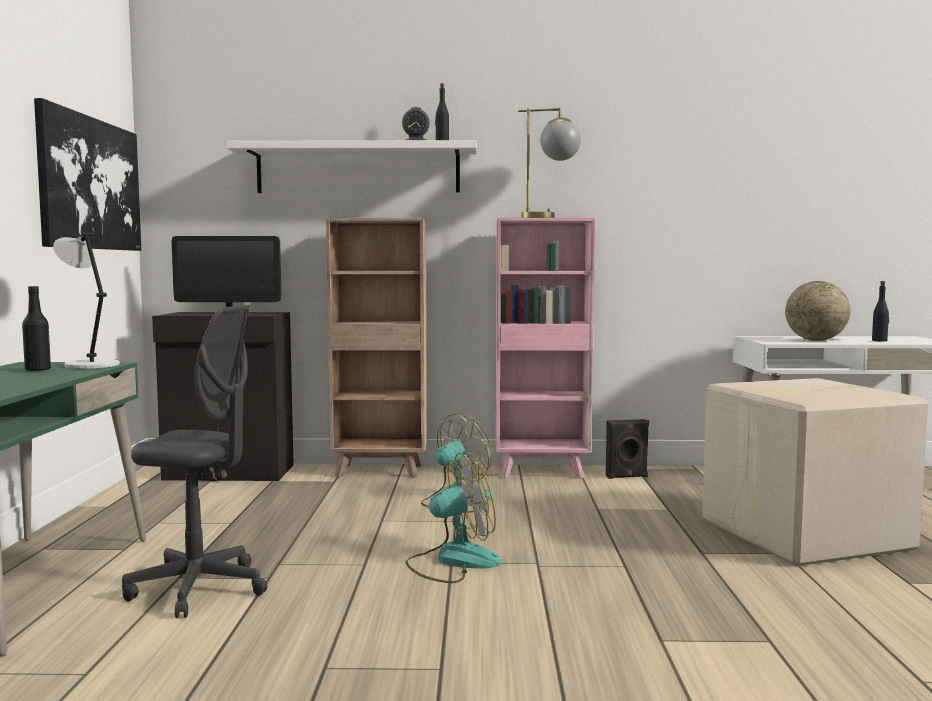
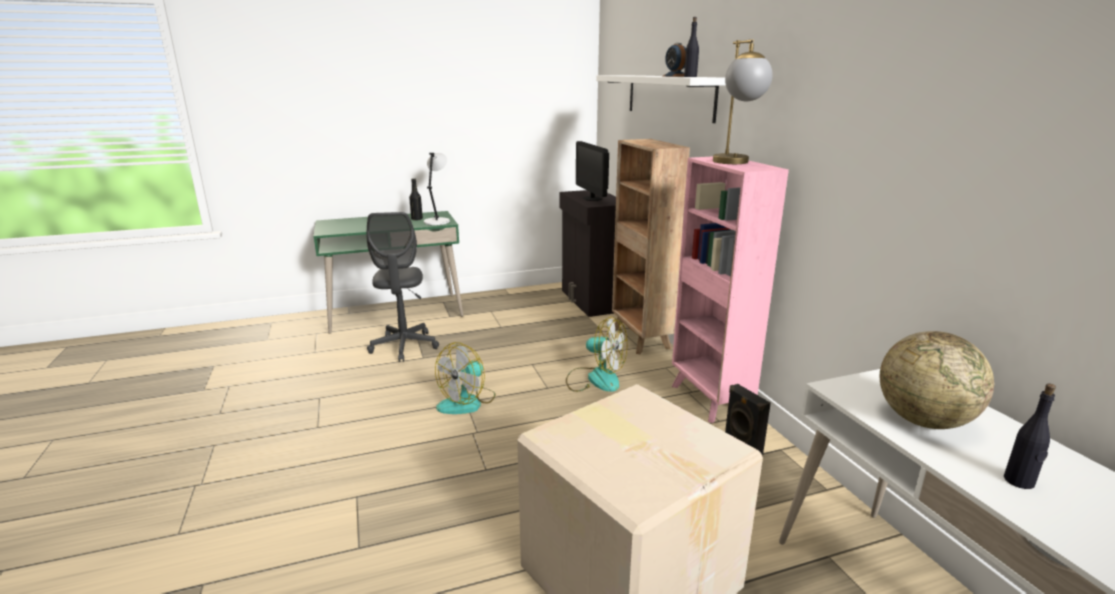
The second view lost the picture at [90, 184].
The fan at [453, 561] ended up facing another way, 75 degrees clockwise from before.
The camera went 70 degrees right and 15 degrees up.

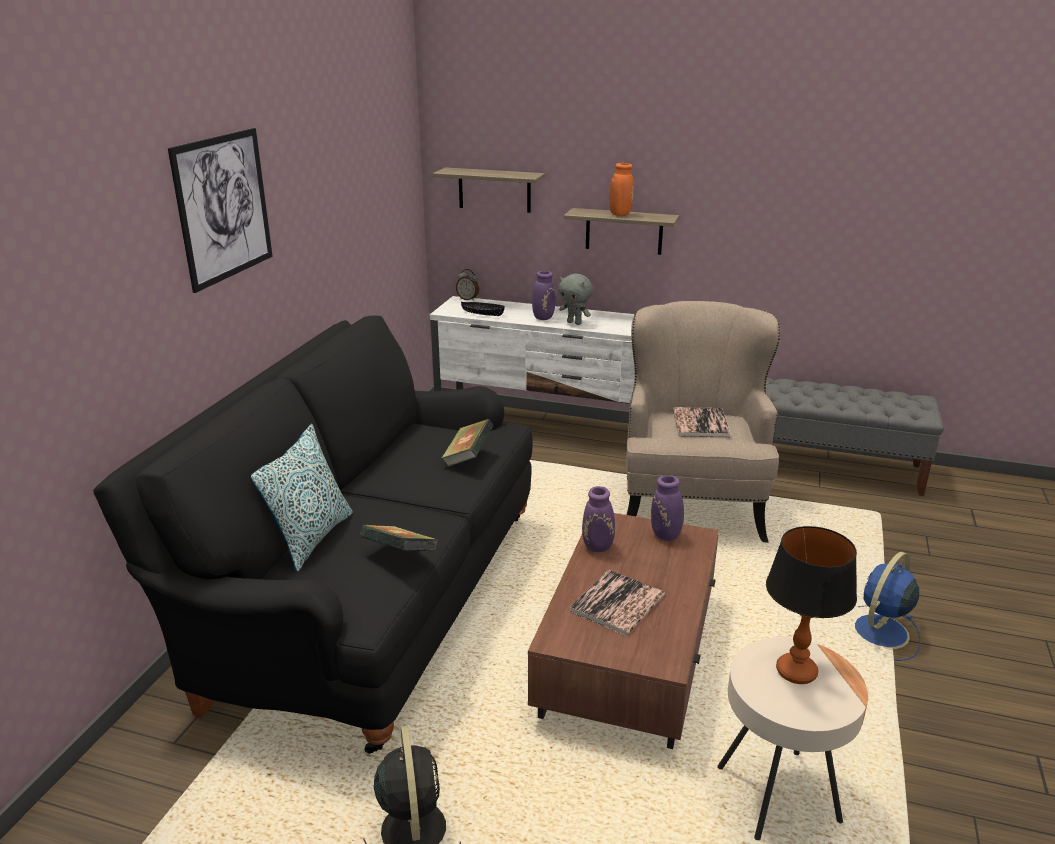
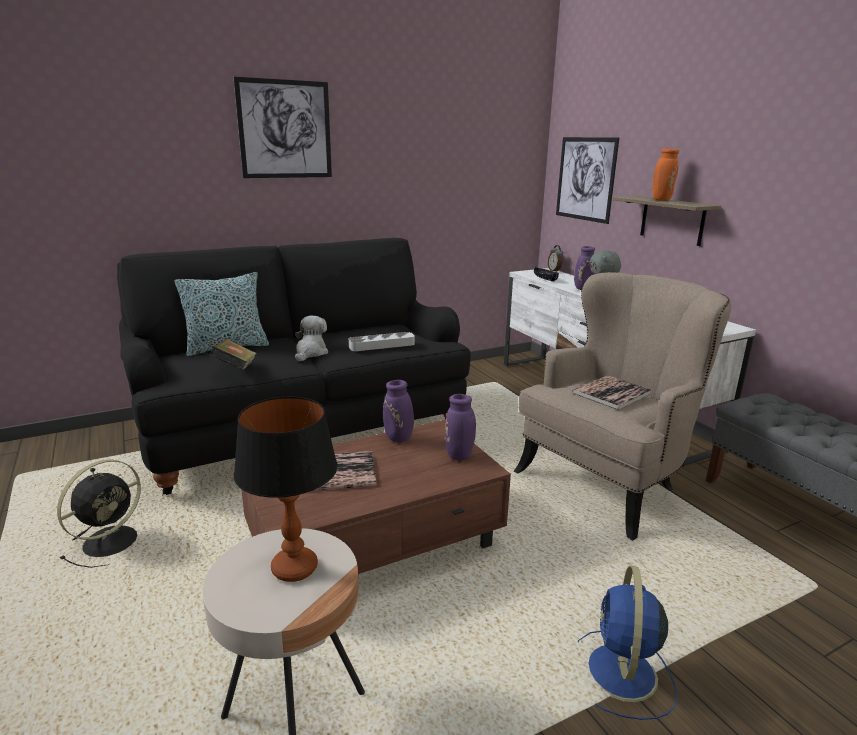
The second view gained the plush toy at [310, 353].
Where the shelf hung at [494, 190], the picture came to hang at [585, 179].
Where the book stood at [468, 458], the grey tray came to stand at [382, 345].
The blue fan at [879, 633] ended up facing another way, 75 degrees counterclockwise from before.
The camera went 45 degrees right and 5 degrees down.

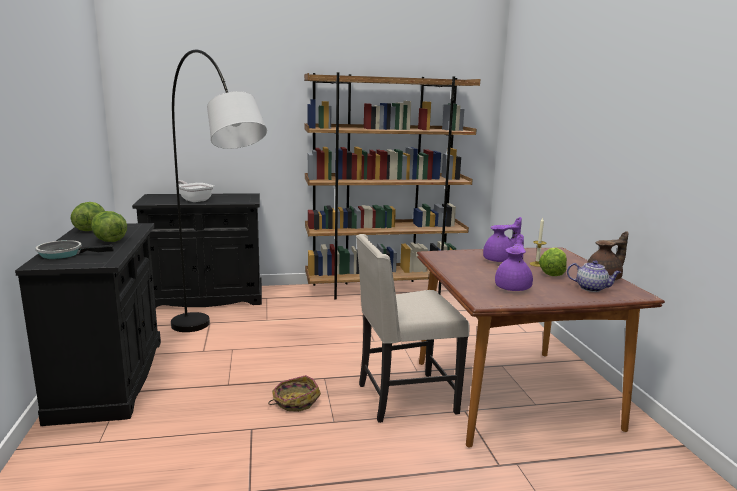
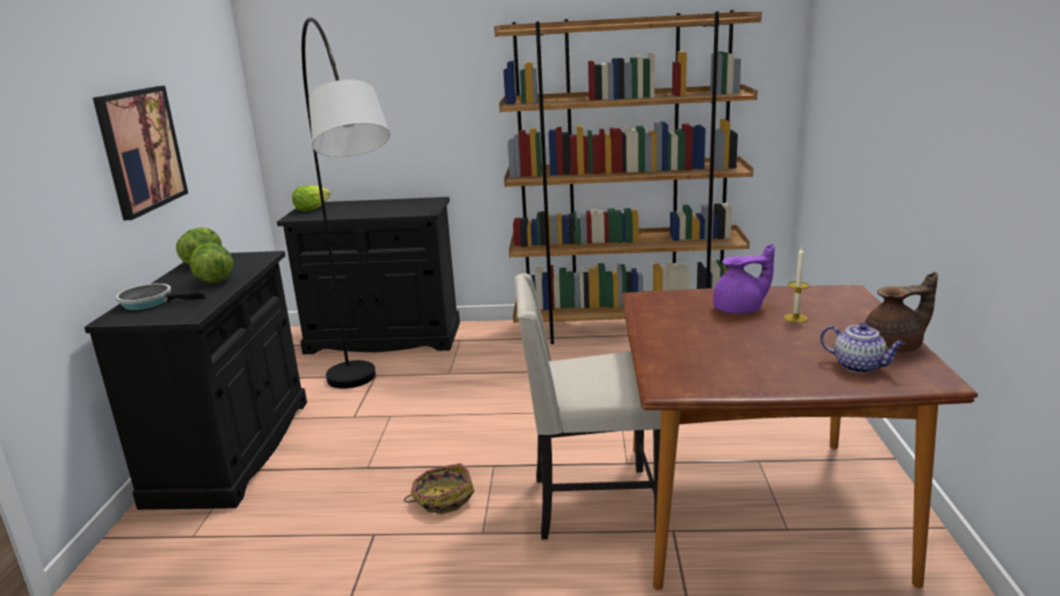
The second view lost the frying pan at [194, 200].
The second view lost the purple teapot at [513, 287].
The second view gained the picture at [141, 150].
The lettuce ended up elsewhere, having gone from [552, 273] to [311, 209].
The camera went 15 degrees right and 5 degrees up.

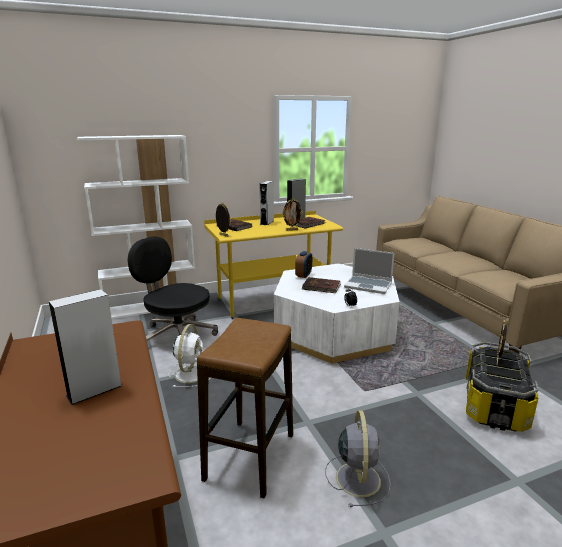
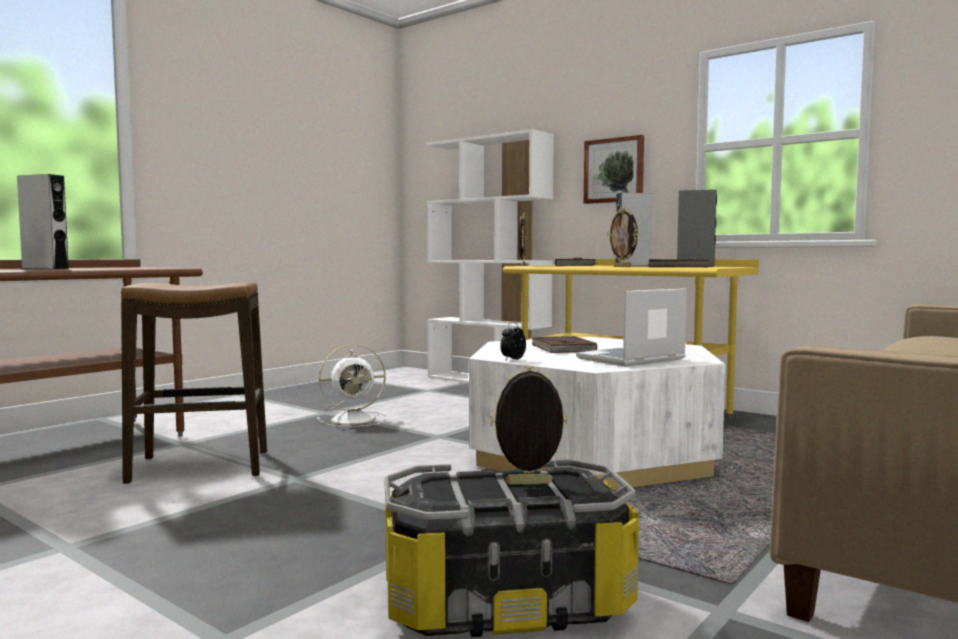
The second view lost the black office chair at [176, 335].
The second view lost the alarm clock at [303, 275].
The second view lost the grey fan at [357, 477].
The second view gained the picture at [614, 170].
The laptop at [368, 285] ended up facing another way, 60 degrees clockwise from before.
The camera went 60 degrees right and 15 degrees down.

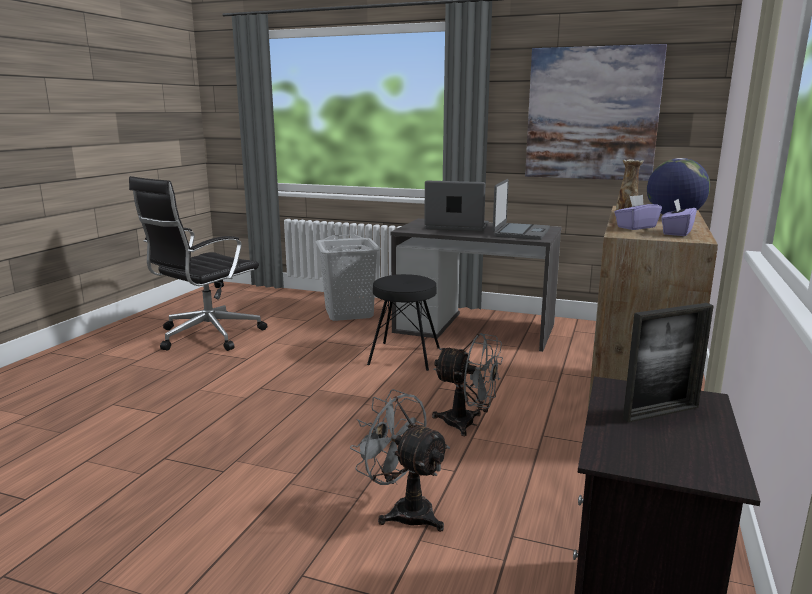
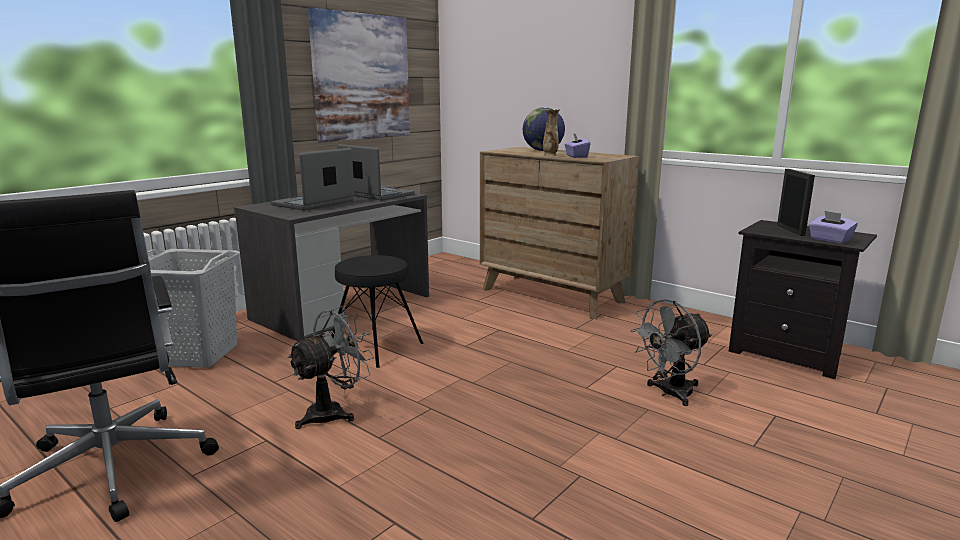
The grey fan ended up elsewhere, having gone from [467, 424] to [333, 412].
The purple tissue box ended up elsewhere, having gone from [676, 233] to [829, 240].
The camera went 70 degrees left and 0 degrees up.

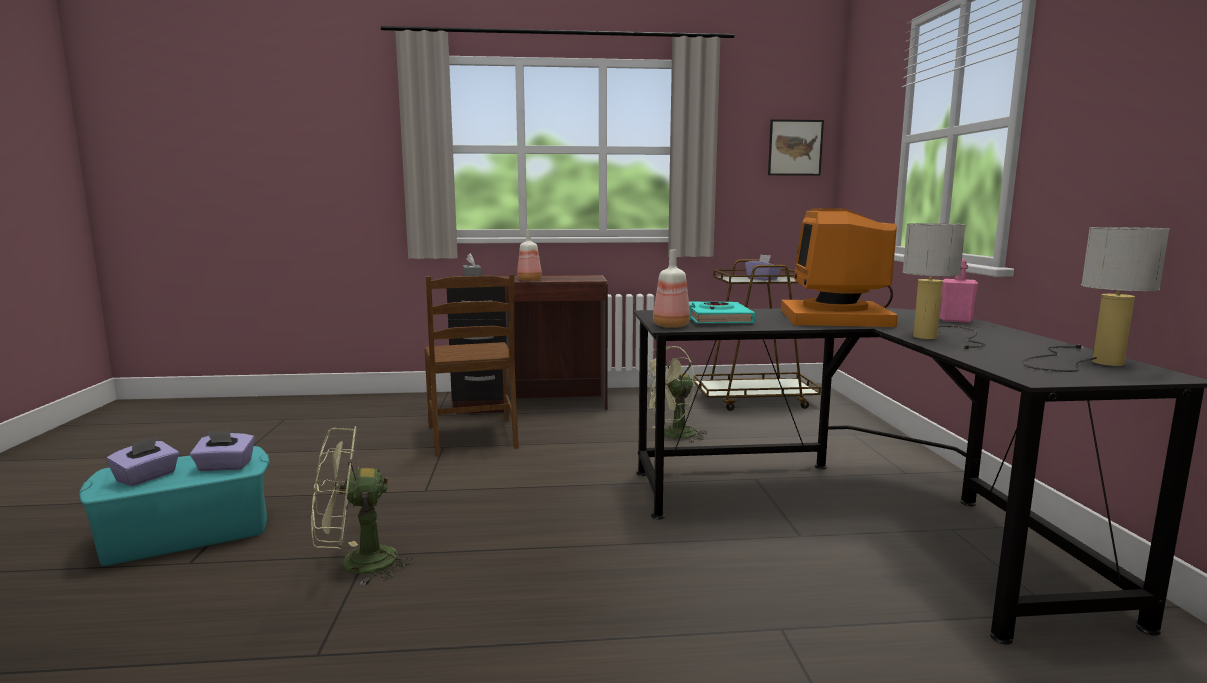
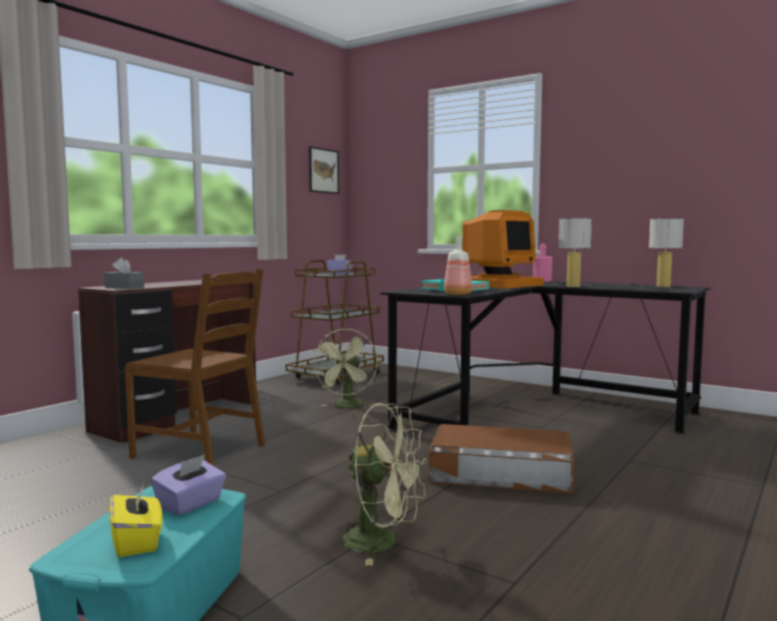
The second view lost the bottle at [530, 280].
The second view gained the brown storage box at [501, 473].
What was the purple tissue box at [147, 477] turned into the yellow tissue box at [137, 542].
The green fan at [356, 564] ended up facing another way, 90 degrees counterclockwise from before.
The monitor at [837, 318] ended up facing another way, 90 degrees counterclockwise from before.
The camera went 50 degrees left and 5 degrees down.

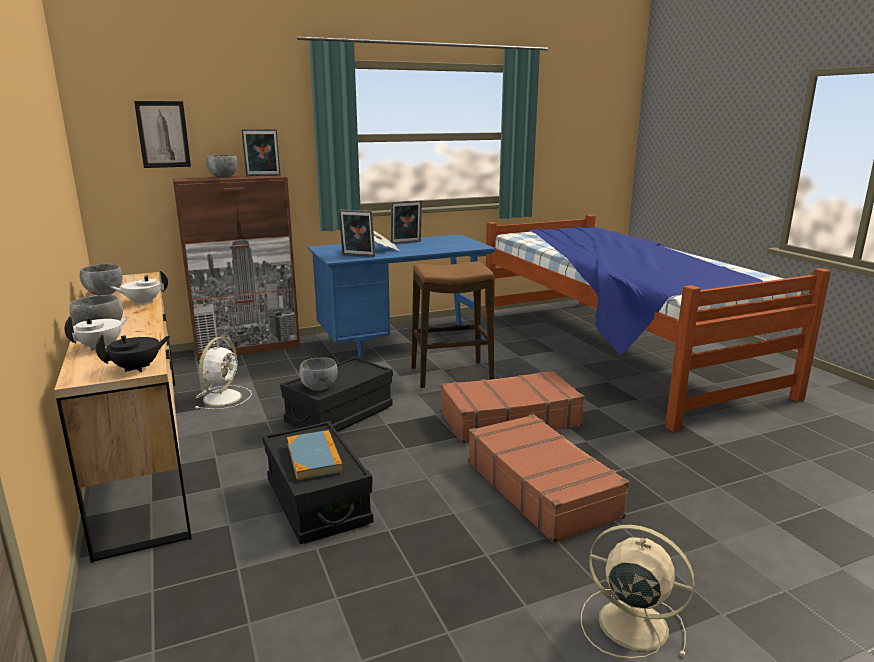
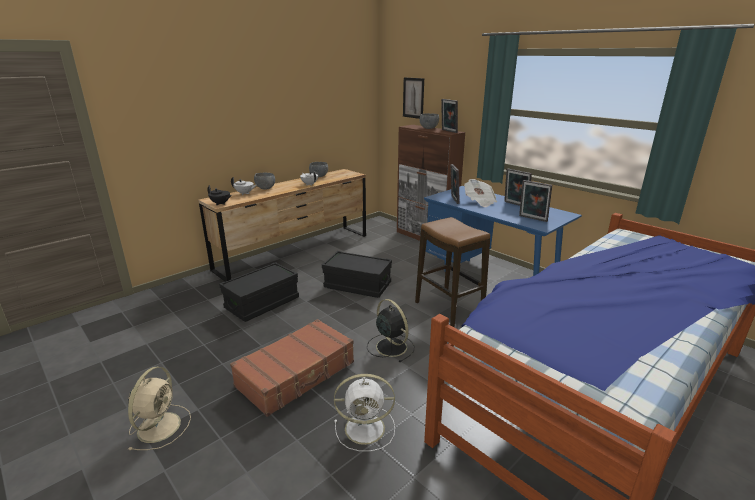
The second view lost the book at [314, 457].
The second view lost the grey bowl at [319, 387].
The second view gained the picture frame at [532, 219].
The white fan ended up elsewhere, having gone from [223, 397] to [366, 428].
Where the brown suitcase stood at [509, 419], the black fan came to stand at [390, 346].
The camera went 70 degrees right and 5 degrees up.

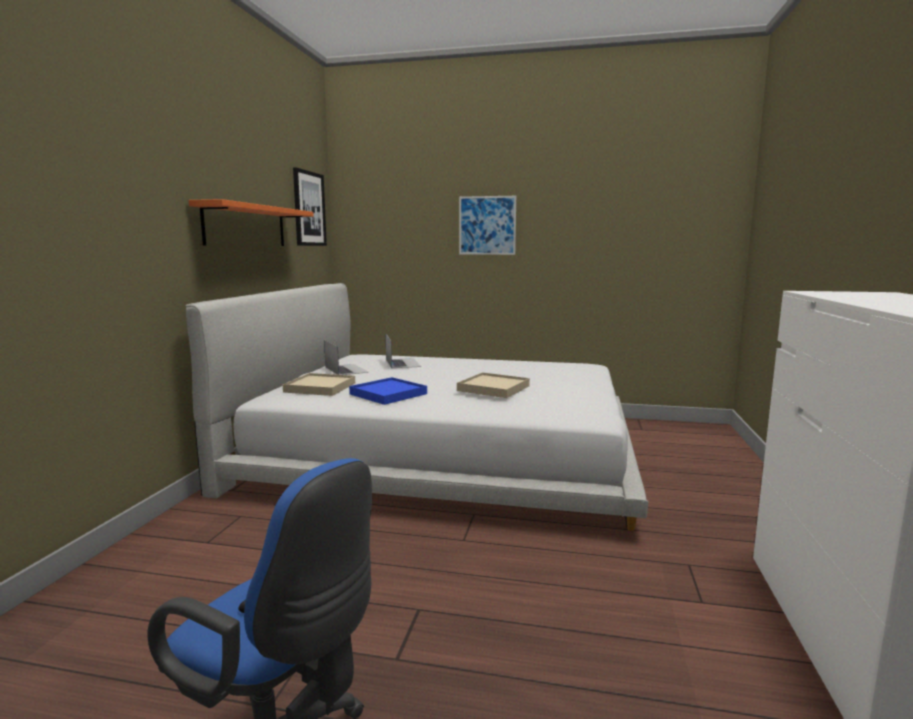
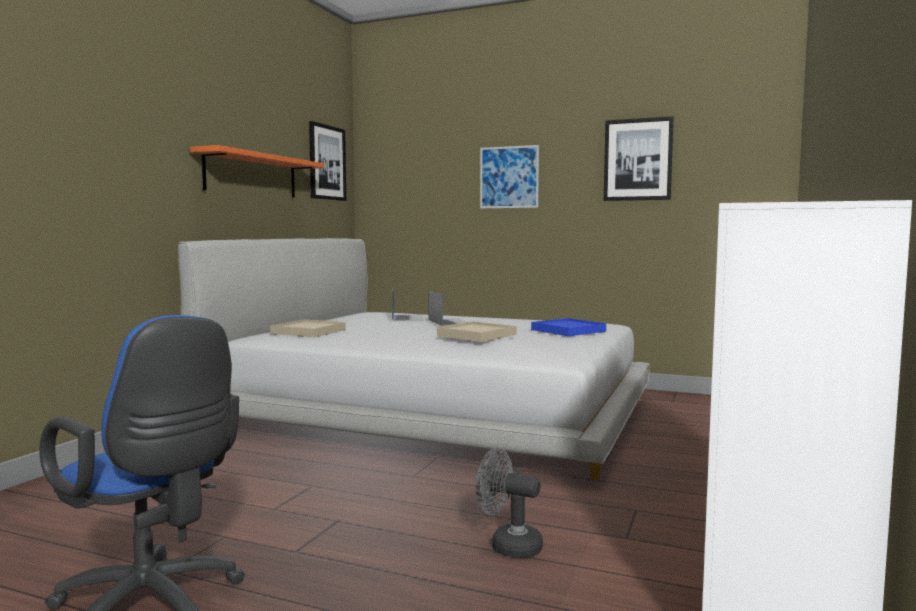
The second view gained the grey fan at [508, 545].
The second view gained the picture at [638, 159].
The laptop ended up elsewhere, having gone from [346, 369] to [450, 322].
The blue tray ended up elsewhere, having gone from [388, 394] to [568, 330].
The camera went 10 degrees right and 5 degrees down.

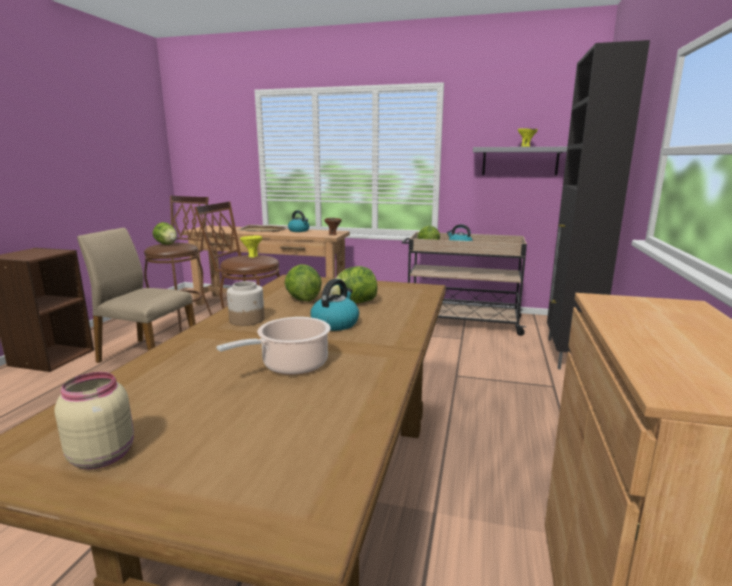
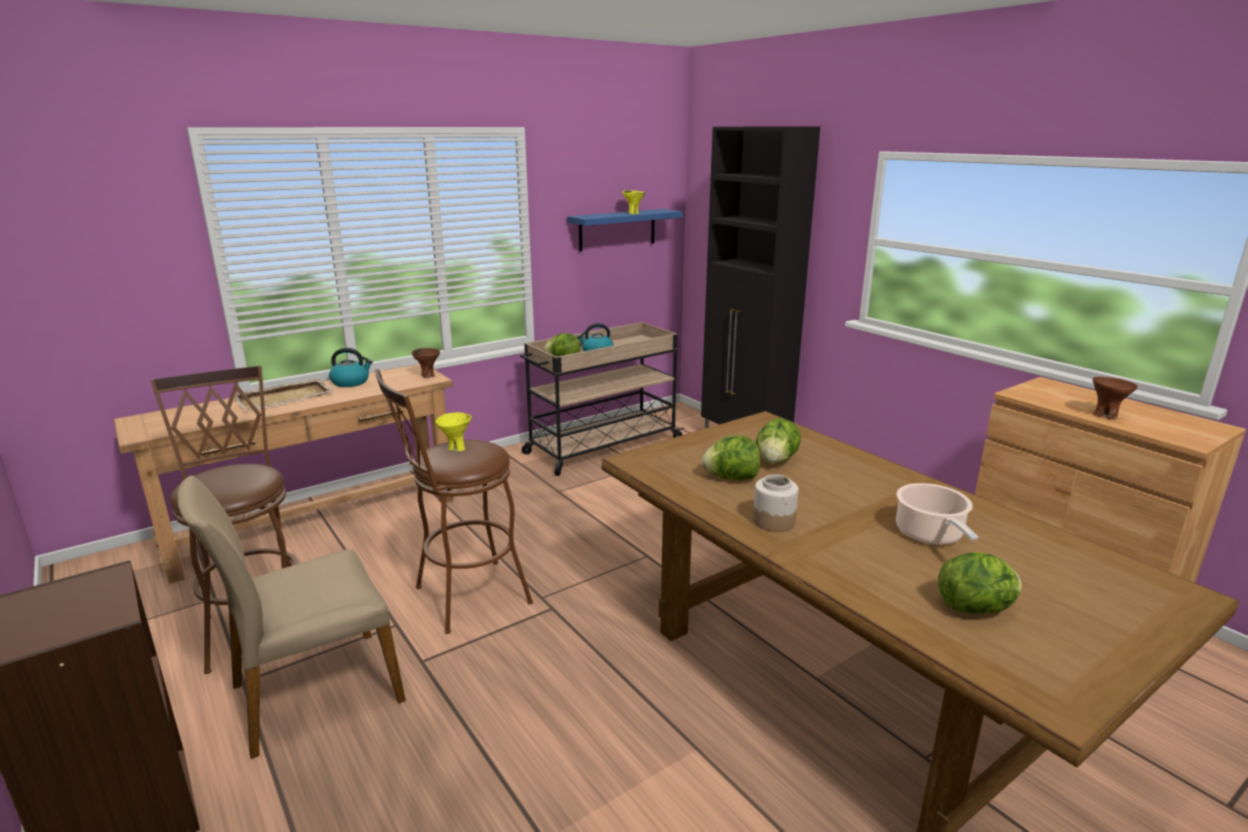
The second view lost the beige jar at [103, 455].
The second view lost the kettle at [335, 323].
The second view gained the brown bowl at [1105, 415].
The lettuce ended up elsewhere, having gone from [166, 244] to [976, 608].
What was the grey shelf at [520, 161] turned into the blue shelf at [617, 229].
The camera went 50 degrees left and 5 degrees up.

